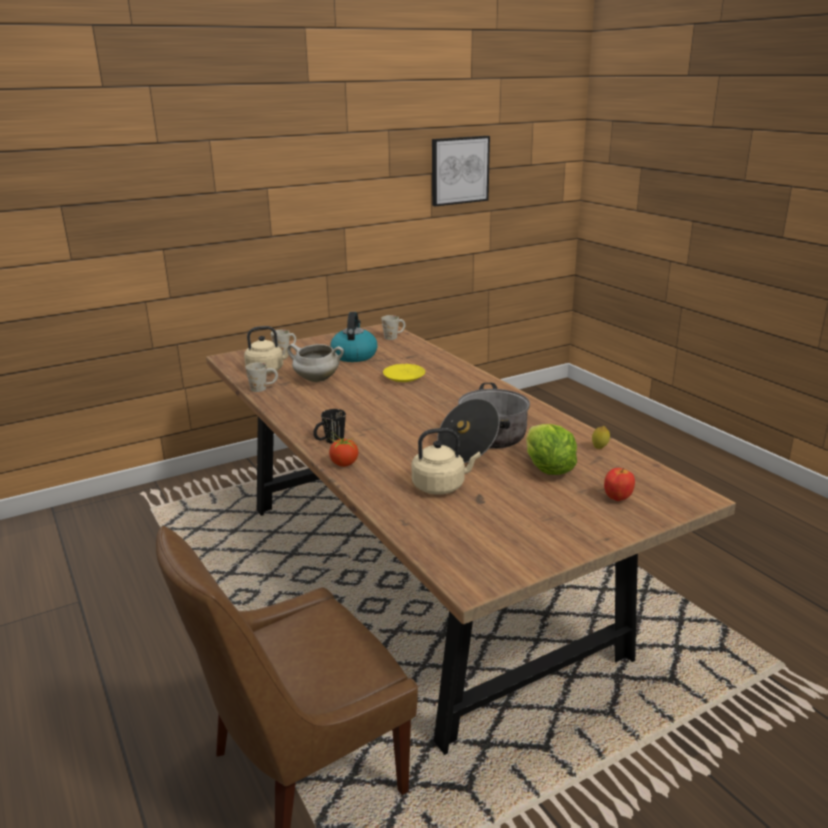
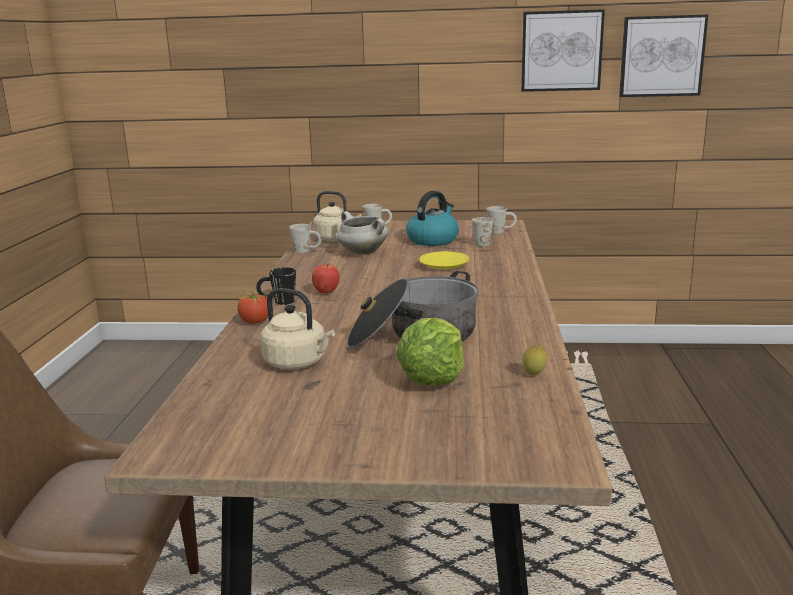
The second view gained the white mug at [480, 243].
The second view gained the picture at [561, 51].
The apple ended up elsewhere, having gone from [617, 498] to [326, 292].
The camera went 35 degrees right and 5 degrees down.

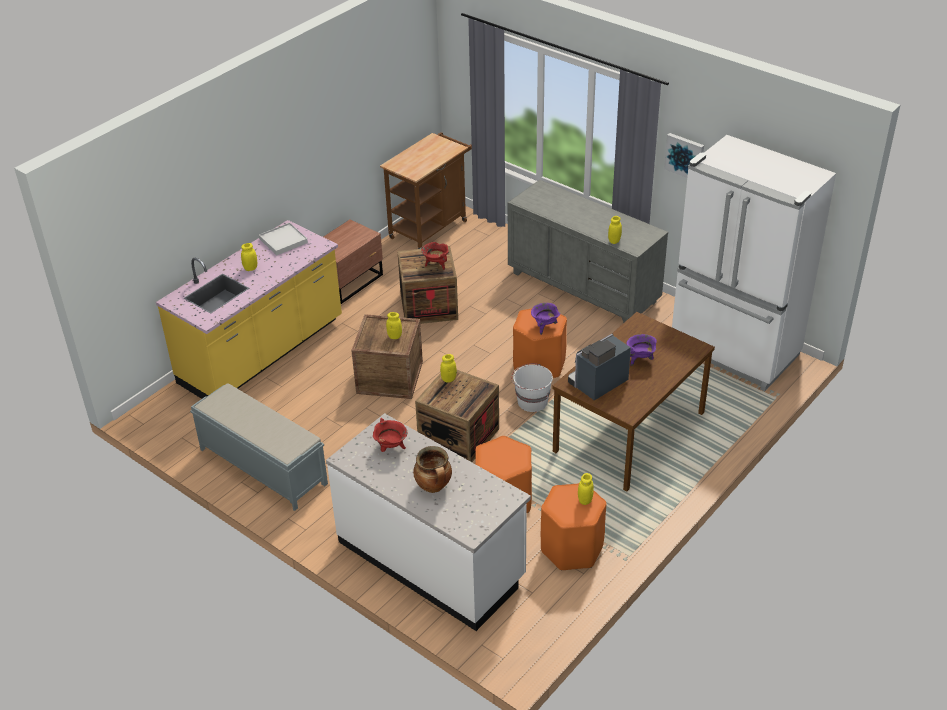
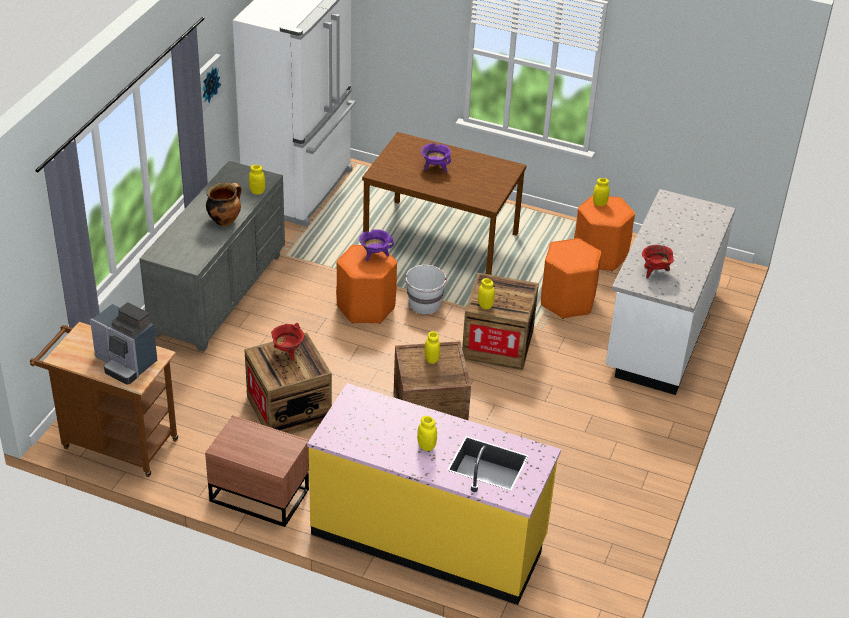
The second view lost the grey bench at [262, 466].
The second view lost the white tray at [283, 241].
The cooking pot ended up elsewhere, having gone from [434, 487] to [224, 220].
The coffee machine ended up elsewhere, having gone from [597, 384] to [126, 363].
The camera went 110 degrees left and 0 degrees up.

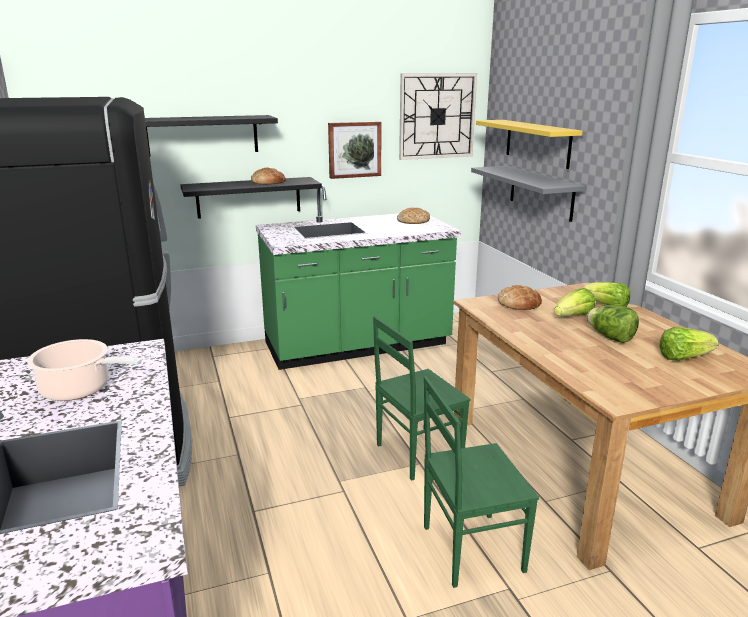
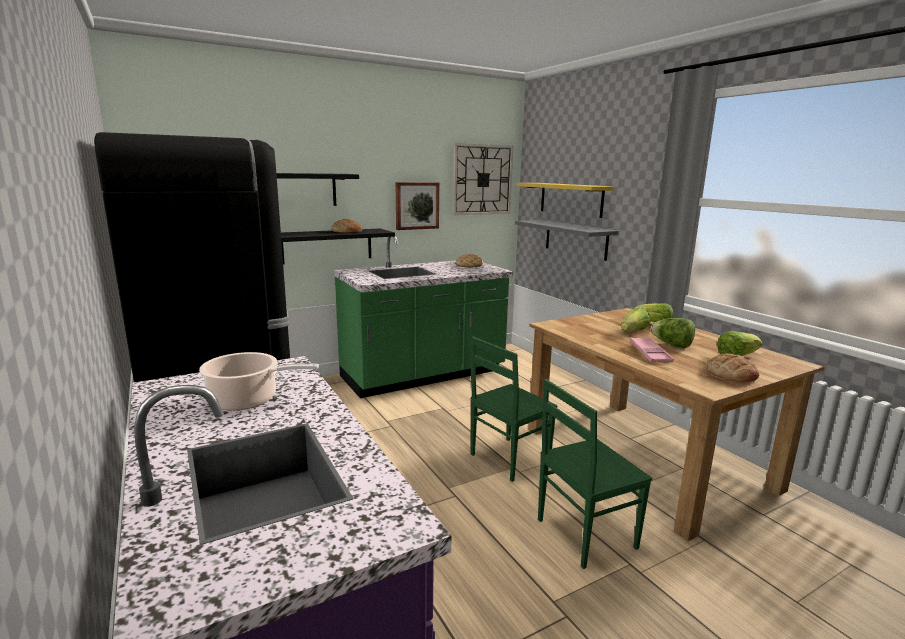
The second view gained the pink tray at [650, 354].
The bread ended up elsewhere, having gone from [519, 303] to [731, 374].
The camera went 10 degrees left and 5 degrees down.

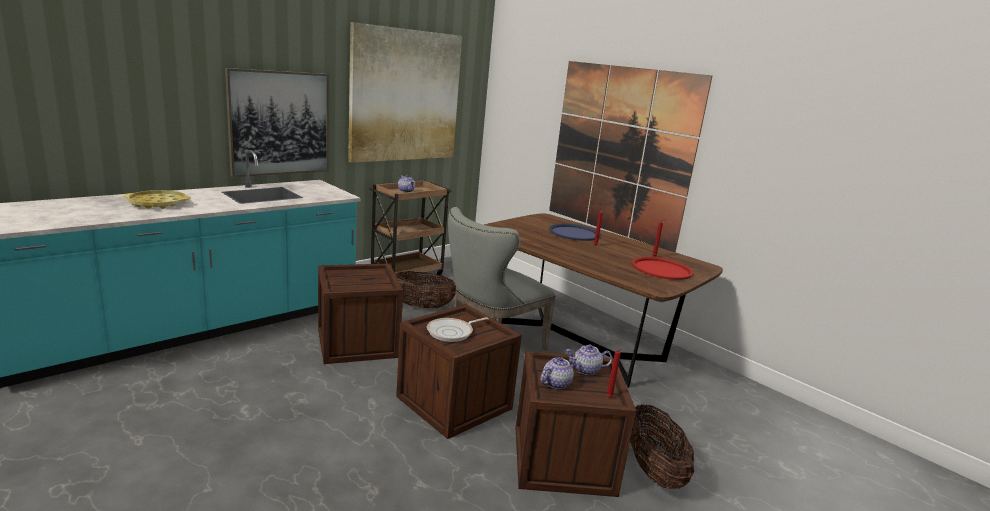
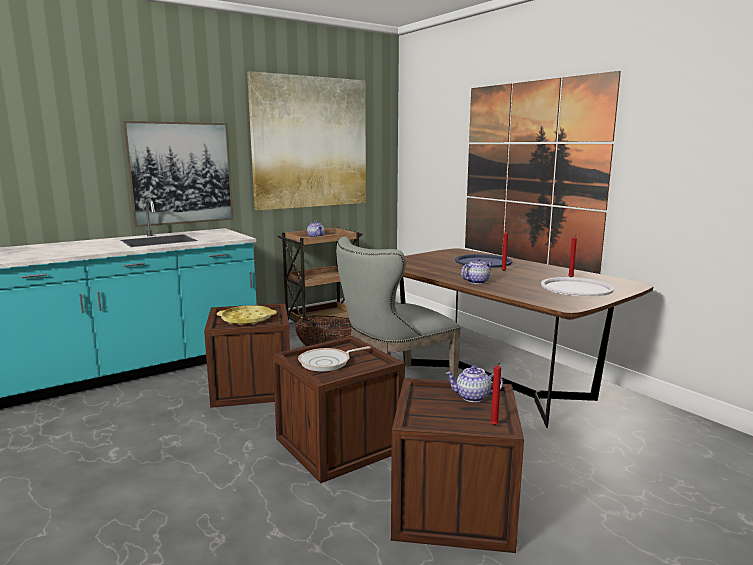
The second view lost the basket at [653, 470].
The yellow tray ended up elsewhere, having gone from [158, 203] to [247, 319].
The teapot ended up elsewhere, having gone from [556, 383] to [476, 282].
What was the red tray at [661, 269] turned into the white tray at [576, 288].
The camera went 10 degrees right and 5 degrees down.

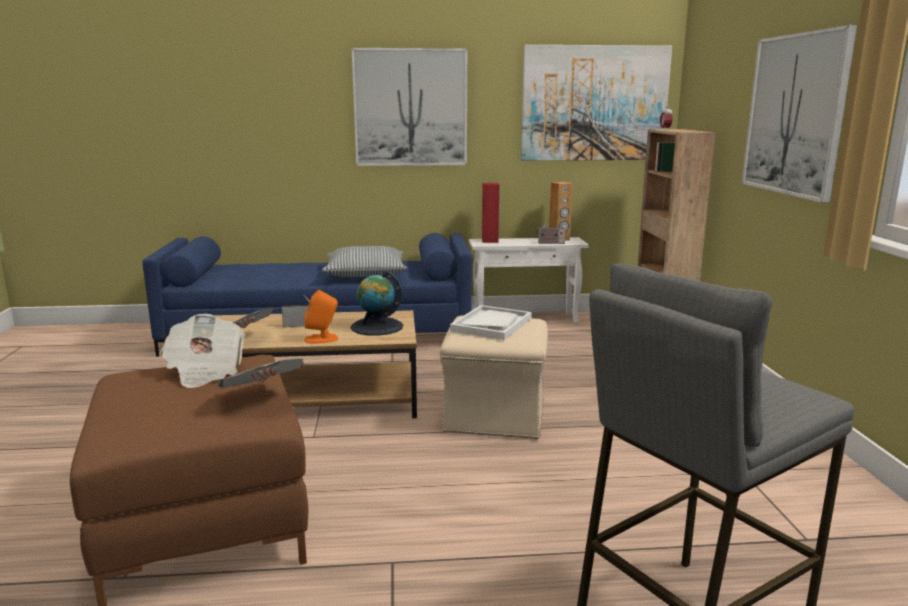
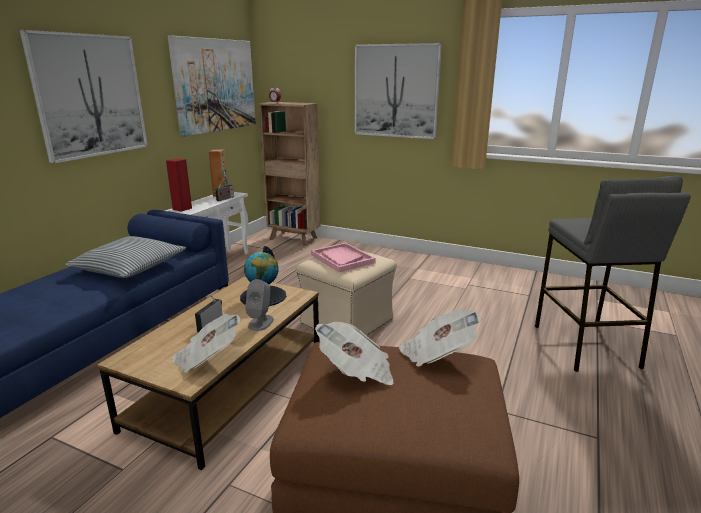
What was the orange speaker at [321, 339] turned into the grey speaker at [261, 322].
What was the white tray at [491, 324] turned into the pink tray at [342, 259].
The camera went 60 degrees left and 5 degrees up.

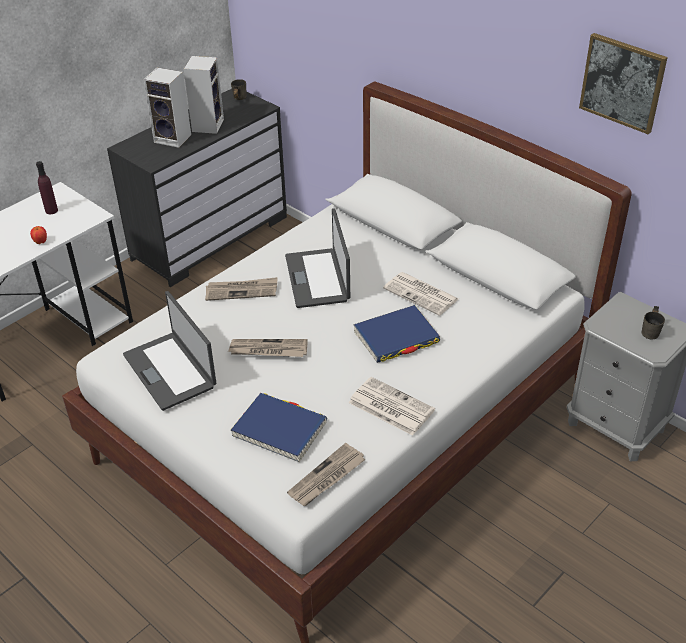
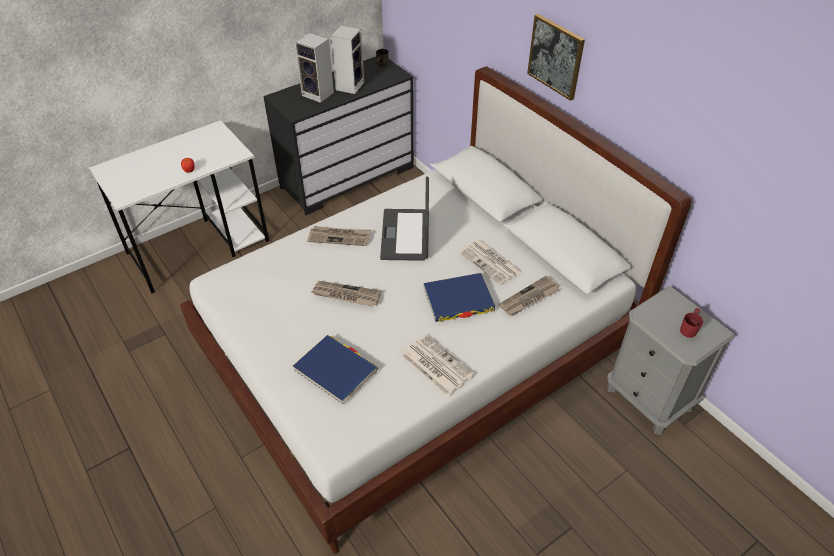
The second view lost the purple bottle at [51, 210].
The second view lost the laptop at [170, 370].
The newspaper ended up elsewhere, having gone from [327, 478] to [529, 298].
The picture ended up elsewhere, having gone from [622, 82] to [556, 56].
What was the grey mug at [652, 332] turned into the red mug at [690, 330].
The camera went 10 degrees right and 5 degrees up.

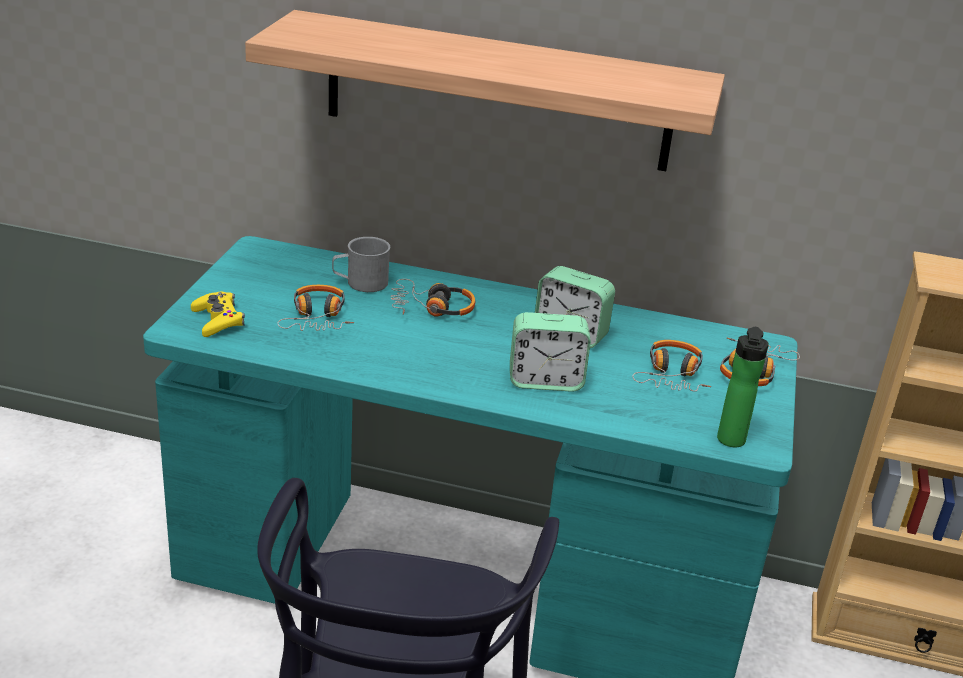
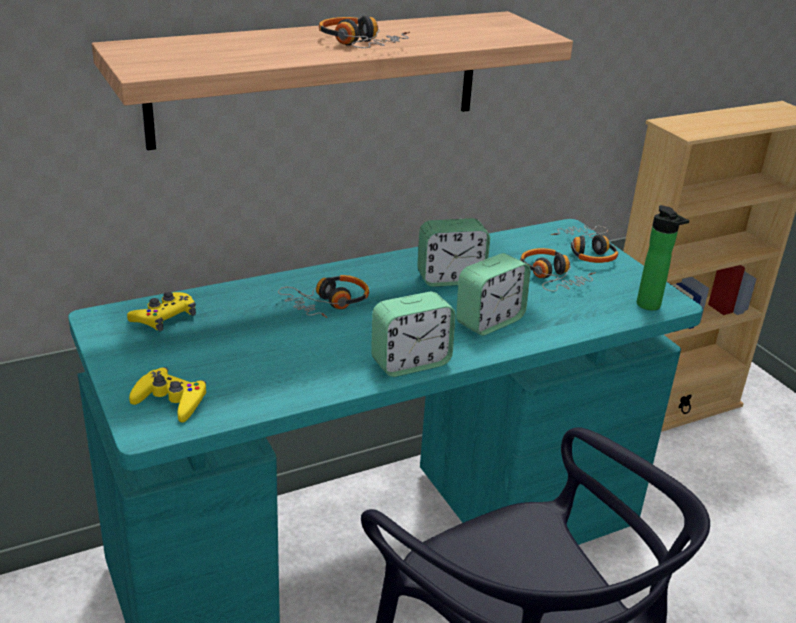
The second view lost the grey mug at [360, 283].
The second view gained the yellow game controller at [164, 317].
The second view gained the alarm clock at [410, 362].
The headphones ended up elsewhere, having gone from [317, 318] to [360, 44].
The camera went 40 degrees left and 0 degrees up.

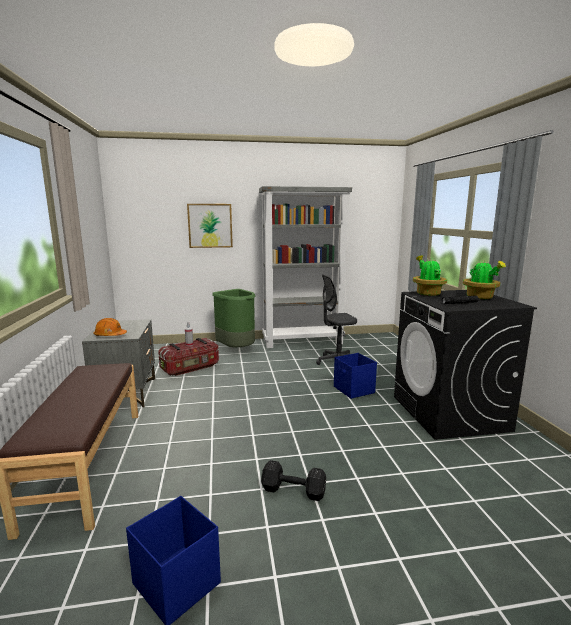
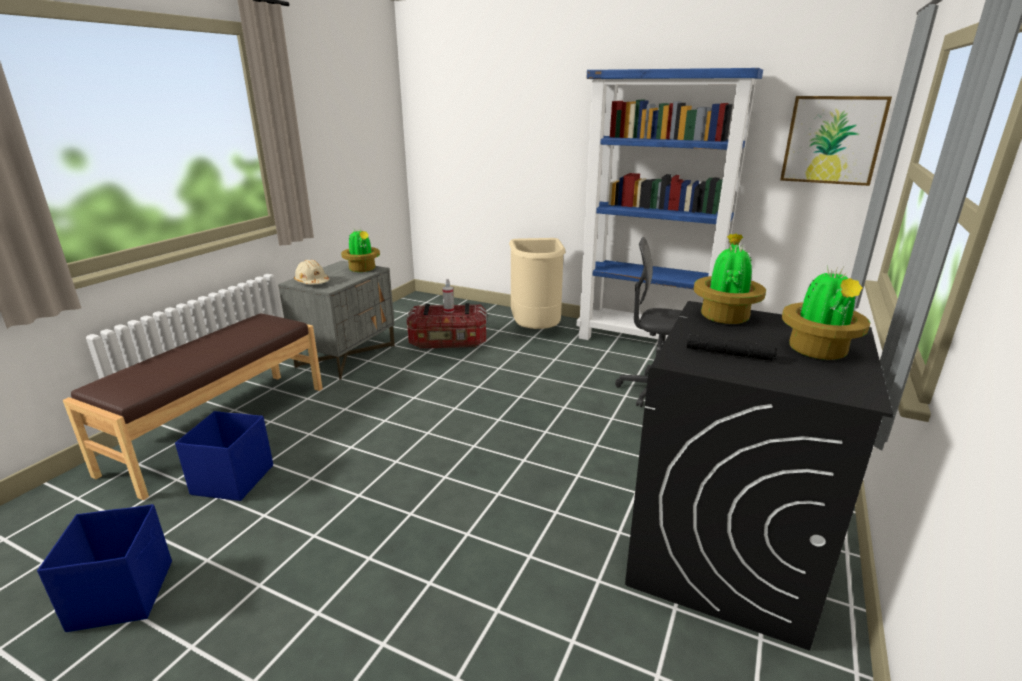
The second view lost the black dumbbell at [295, 491].
The second view gained the potted plant at [362, 269].
The picture ended up elsewhere, having gone from [210, 225] to [832, 140].
The blue storage box ended up elsewhere, having gone from [354, 390] to [232, 480].
What was the orange hard hat at [110, 335] turned into the beige hard hat at [312, 282].
What was the green trash can at [237, 349] turned into the beige trash can at [536, 330].
What was the grey bookcase at [303, 342] turned into the blue bookcase at [646, 341].
The camera went 35 degrees right and 10 degrees up.

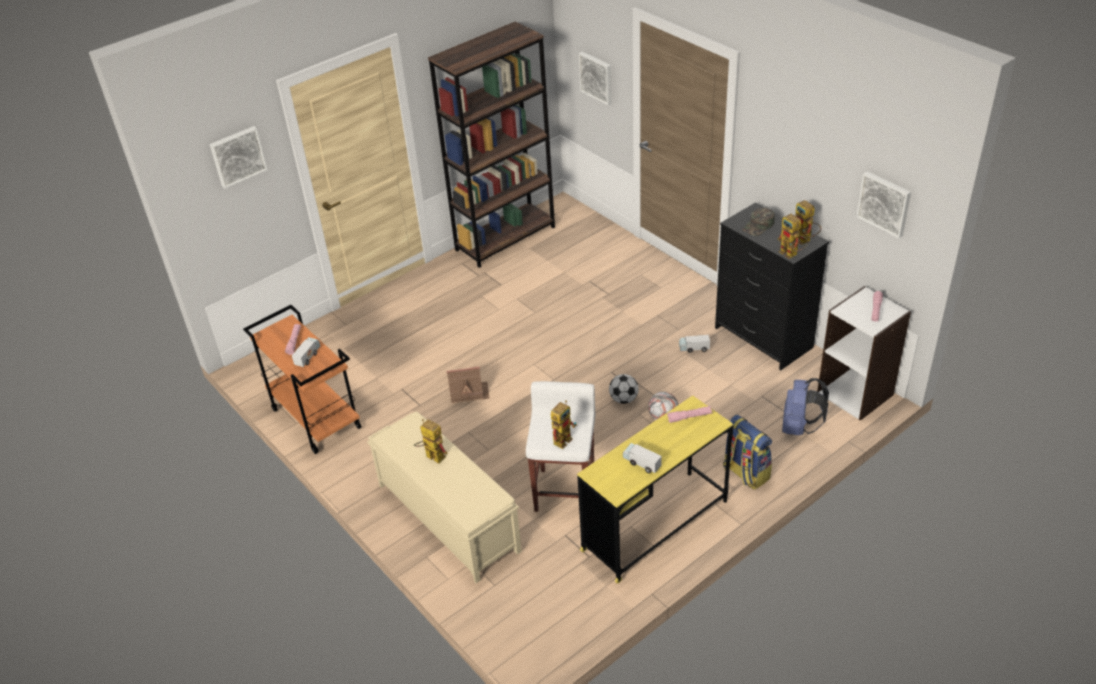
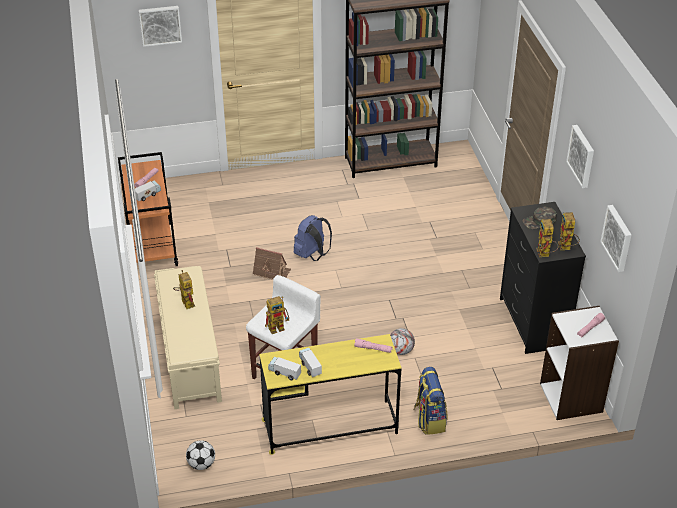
The picture ended up elsewhere, having gone from [597, 77] to [582, 156].
The football ended up elsewhere, having gone from [623, 399] to [201, 464].
The toy truck ended up elsewhere, having gone from [694, 348] to [284, 372].
The blue backpack ended up elsewhere, having gone from [799, 427] to [312, 255].
The camera went 25 degrees right and 0 degrees up.

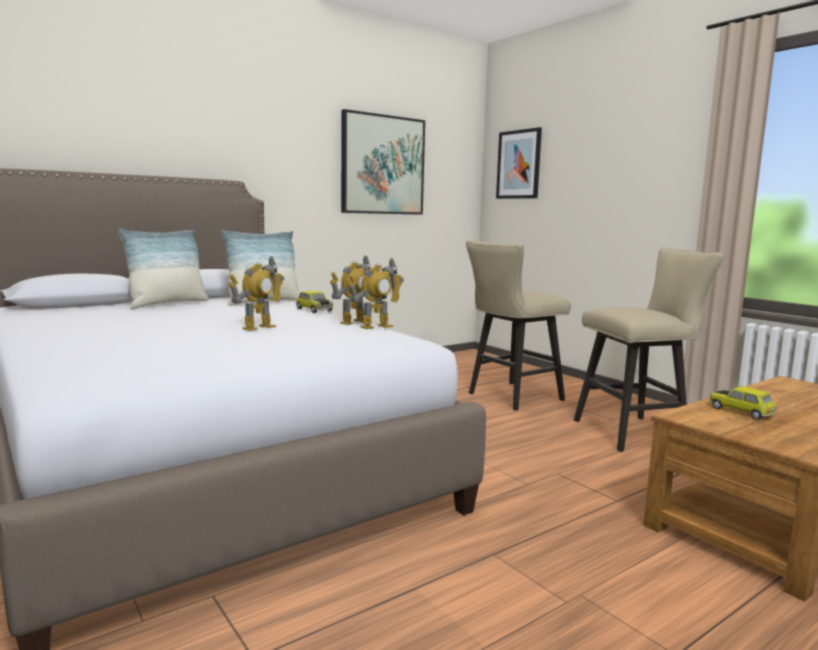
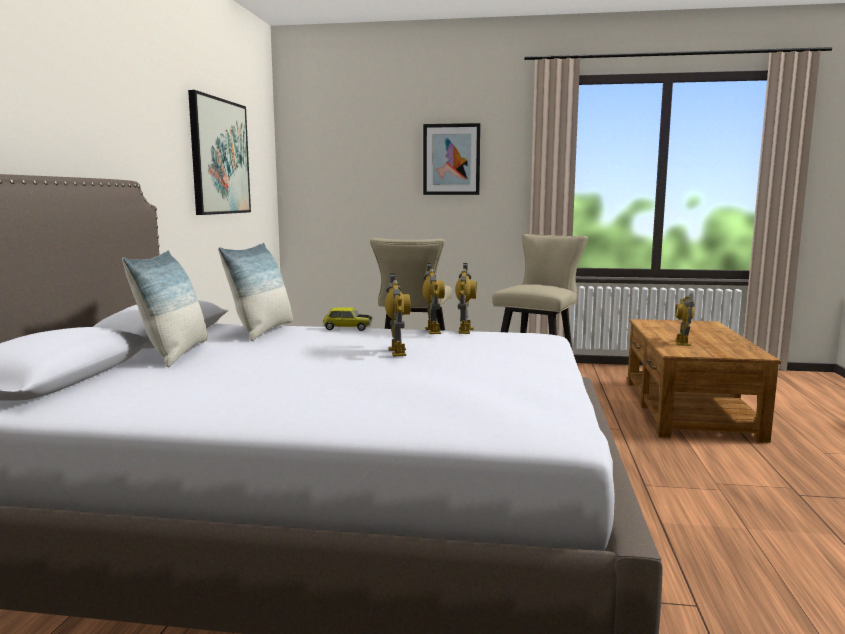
The picture ended up elsewhere, having gone from [519, 164] to [451, 159].
Where the toy car stood at [742, 411], the toy robot came to stand at [682, 343].
The camera went 45 degrees left and 0 degrees up.

